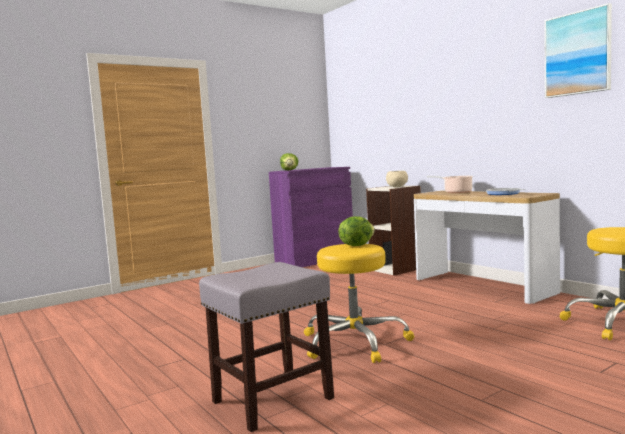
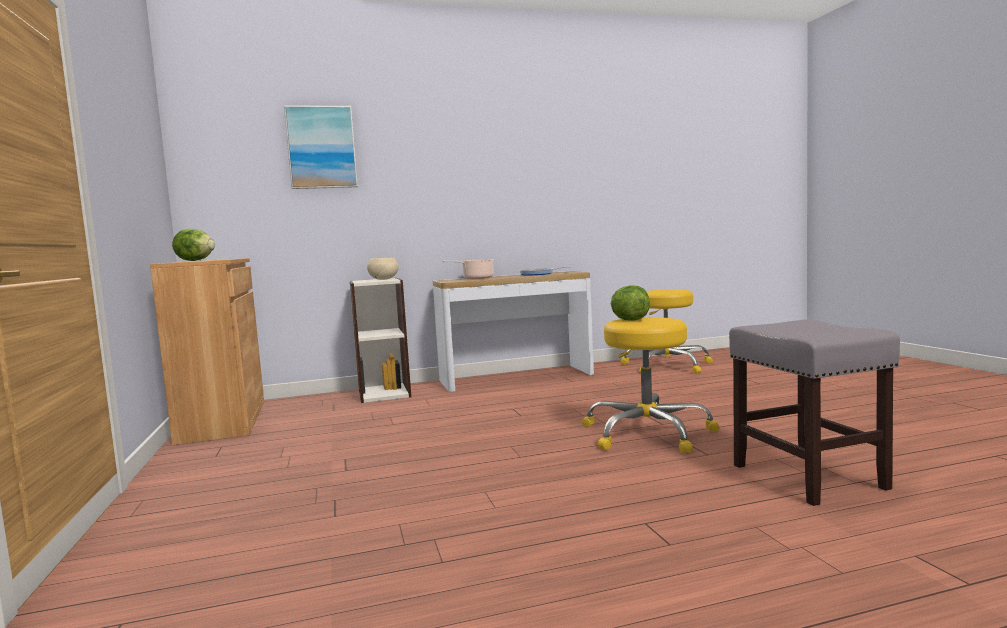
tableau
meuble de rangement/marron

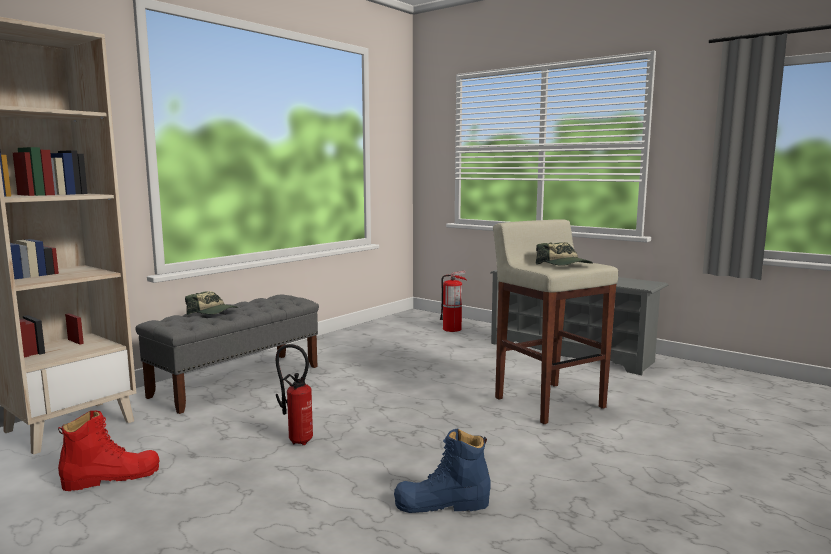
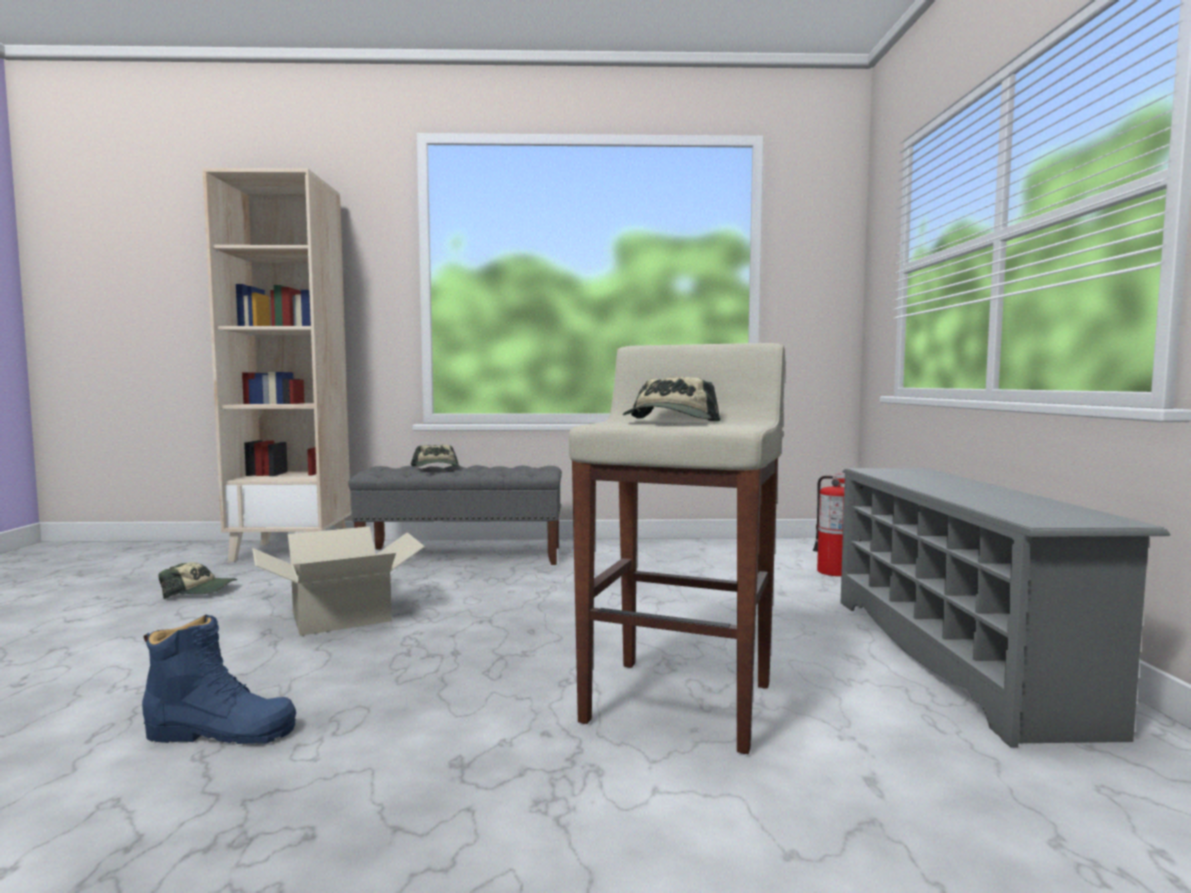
carton
casquette (no. 1 from left)
botte/bleu

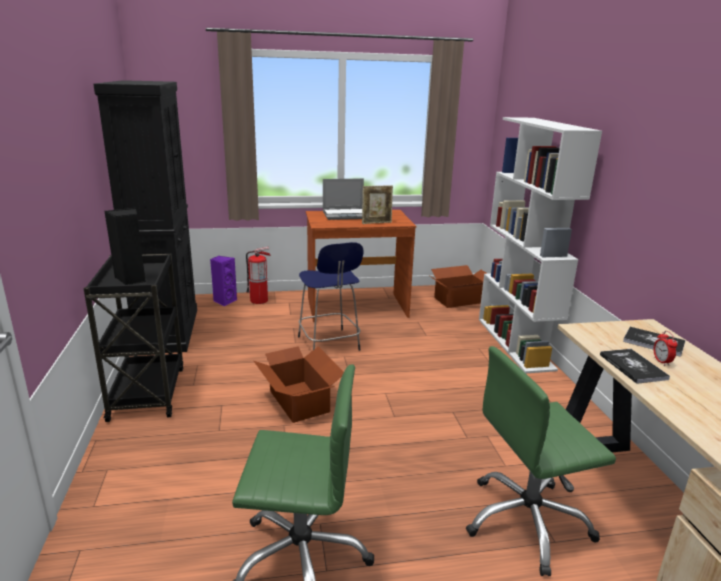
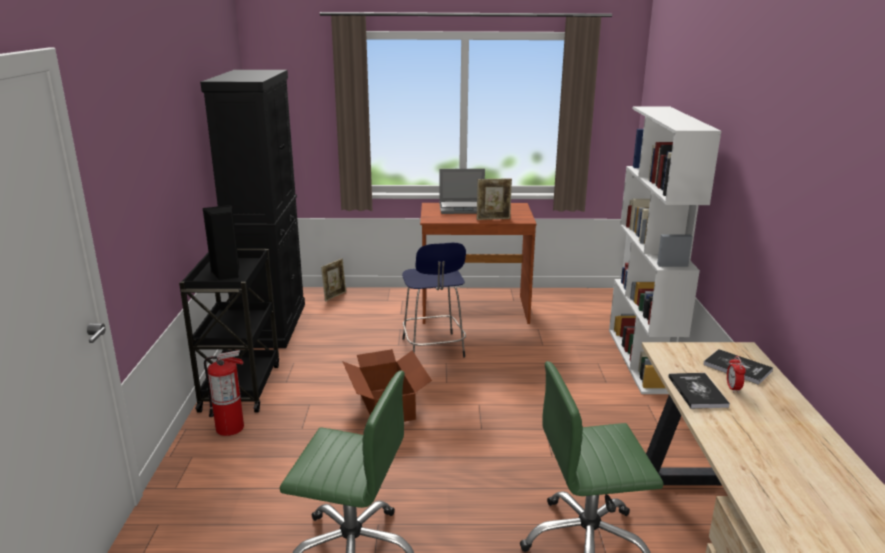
extincteur
cadre photo (no. 1 from left)
carton (no. 2 from left in the first image)

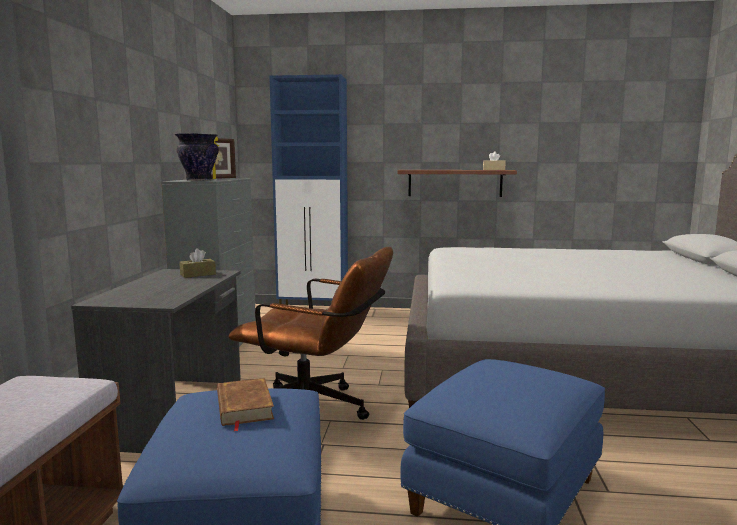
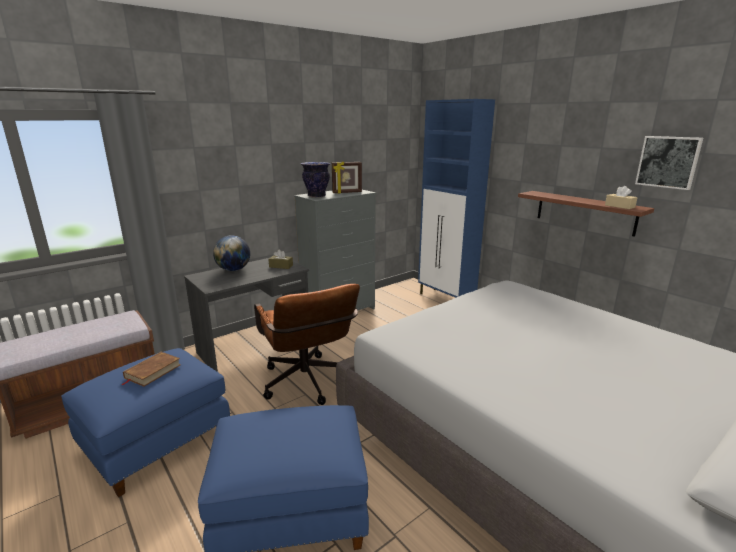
tableau
globe

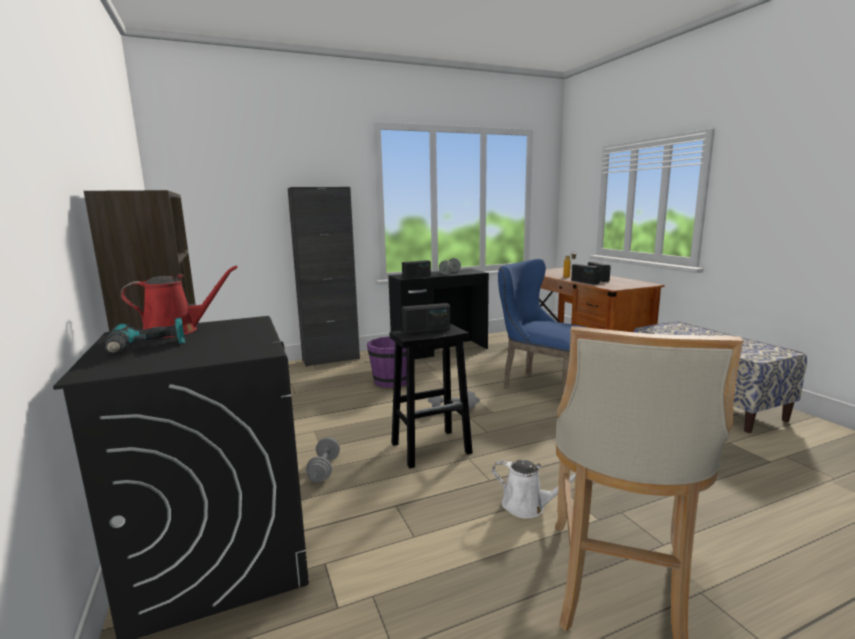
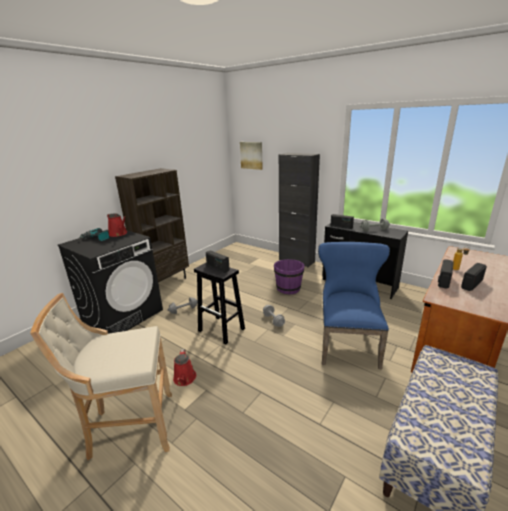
arrosoir/rouge (no. 2 from left)
tableau

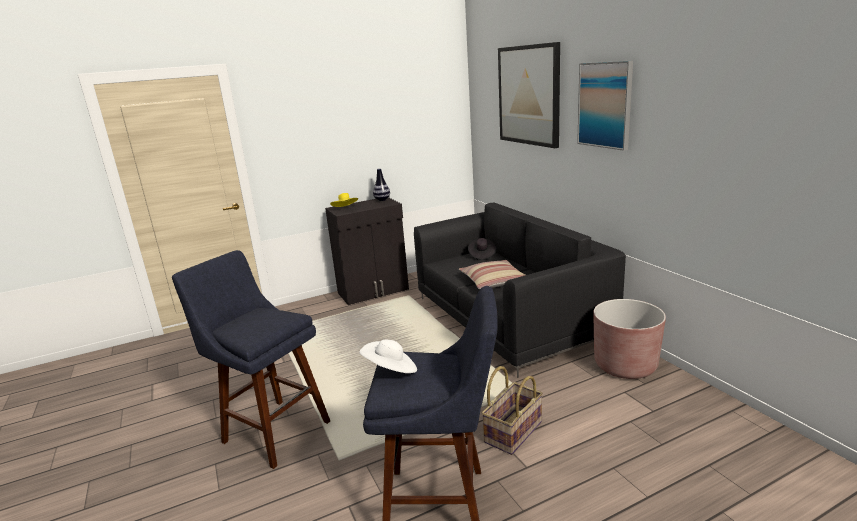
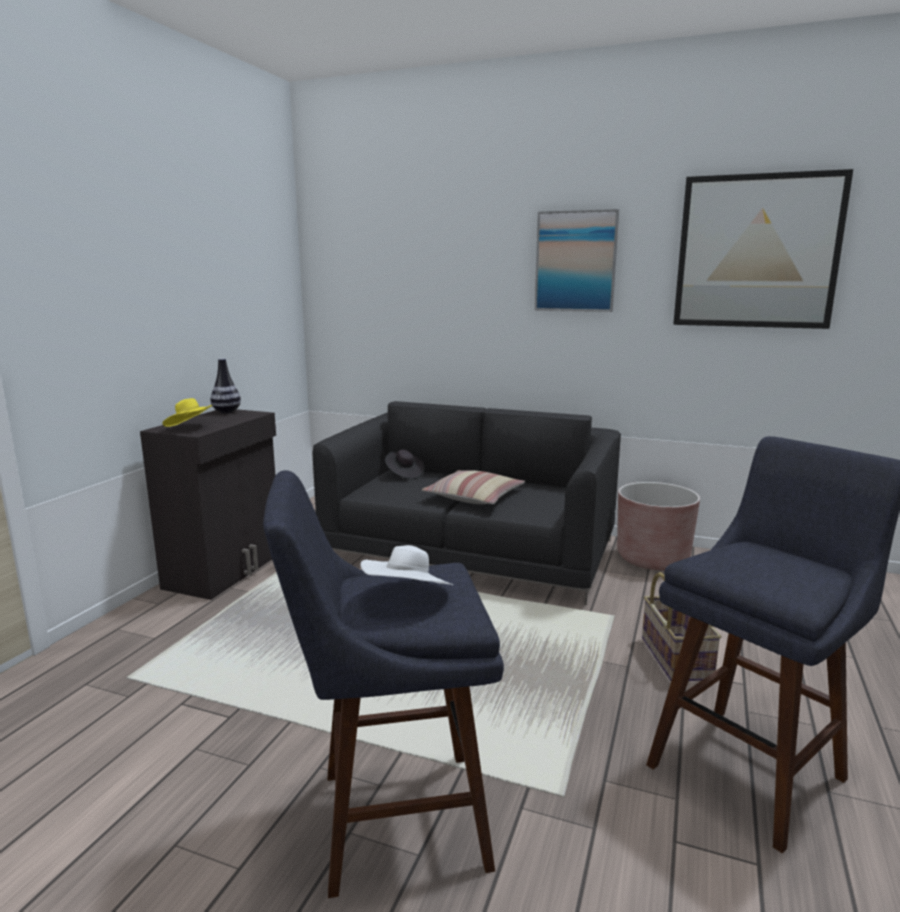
tableau (no. 2 from left)
chapeau/blanc

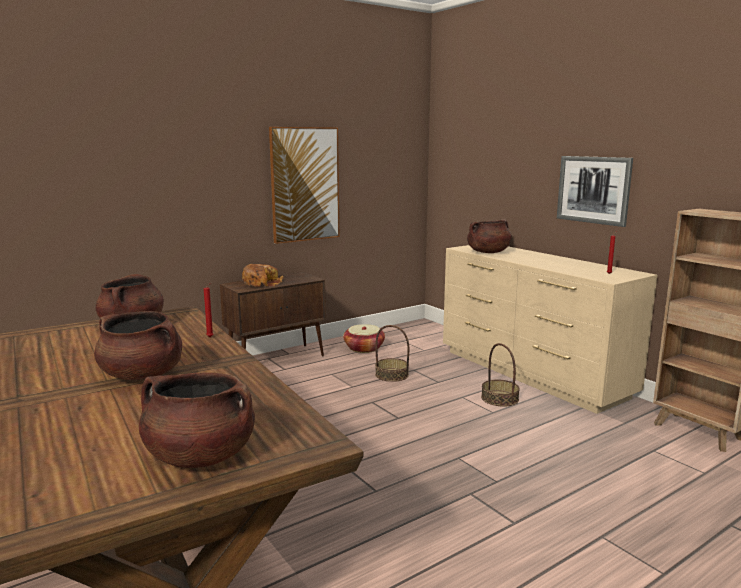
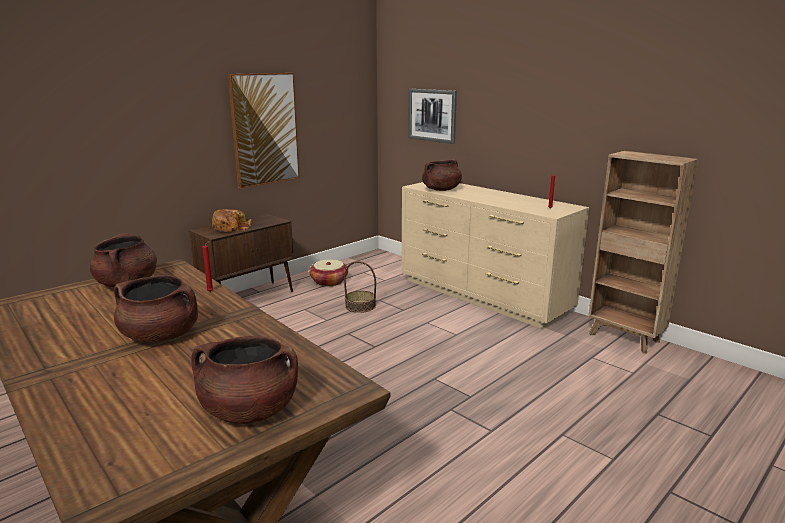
tableau (no. 2 from left)
panier (no. 3 from left in the first image)

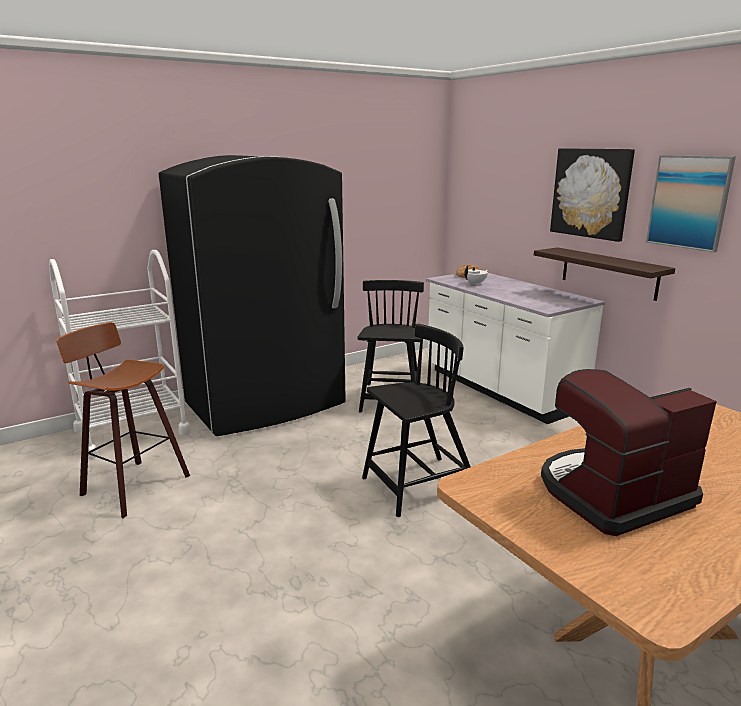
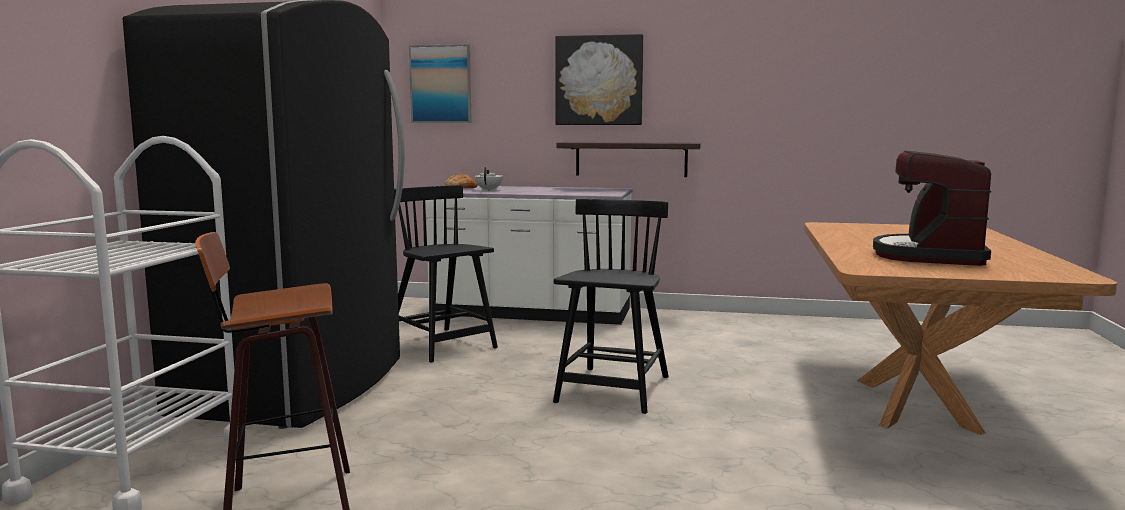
tableau (no. 1 from left)

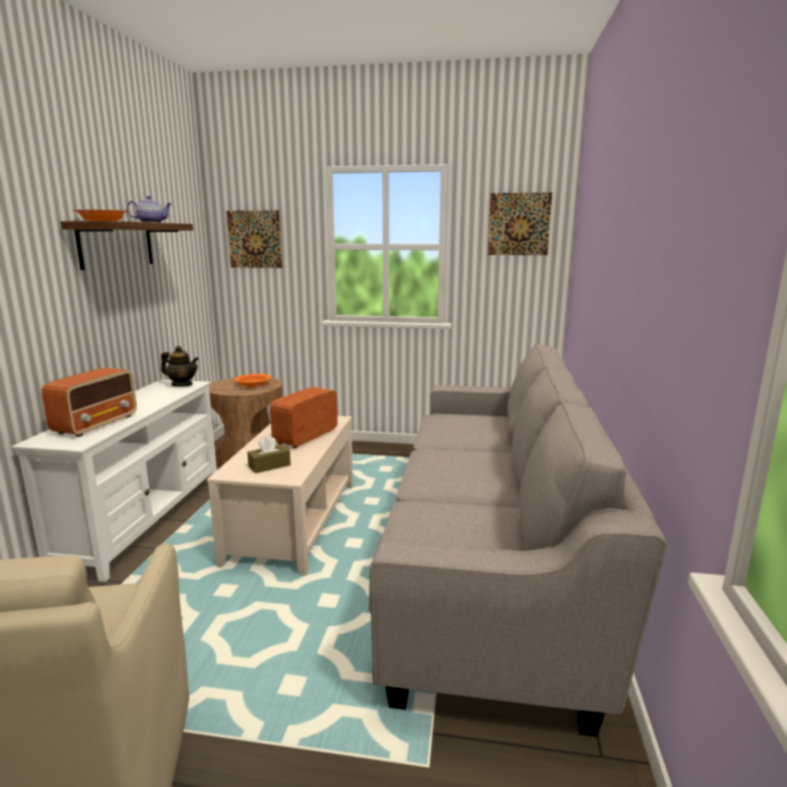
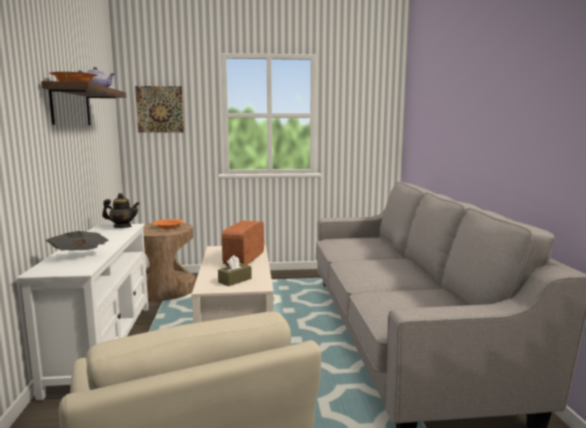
tableau (no. 2 from left in the first image)
journal

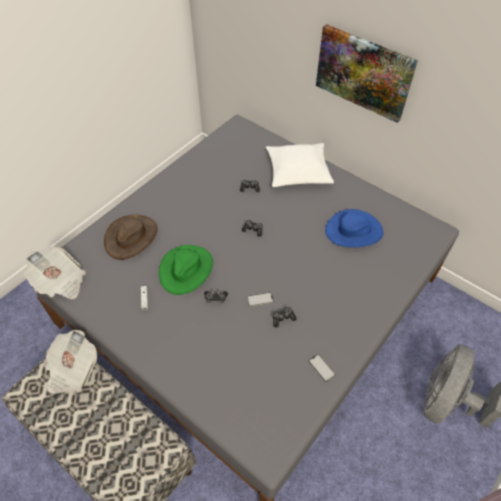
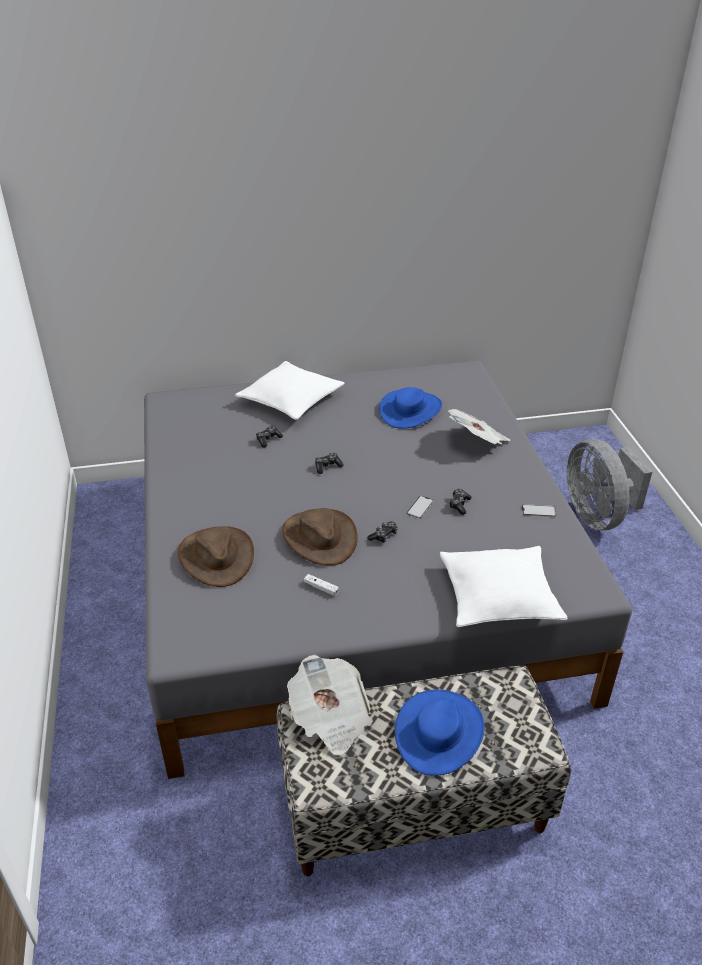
tableau
chapeau/marron (no. 2 from left)
journal (no. 2 from left)
coussin/blanc (no. 2 from left)
chapeau/bleu (no. 2 from left)

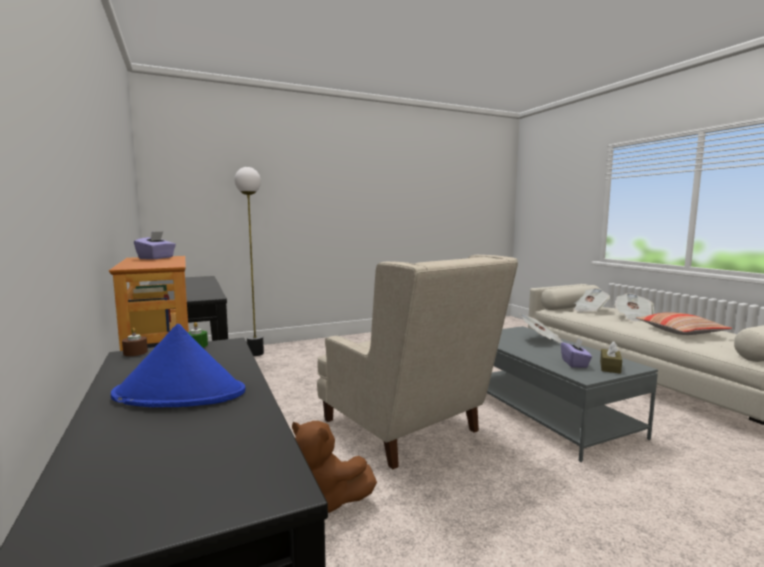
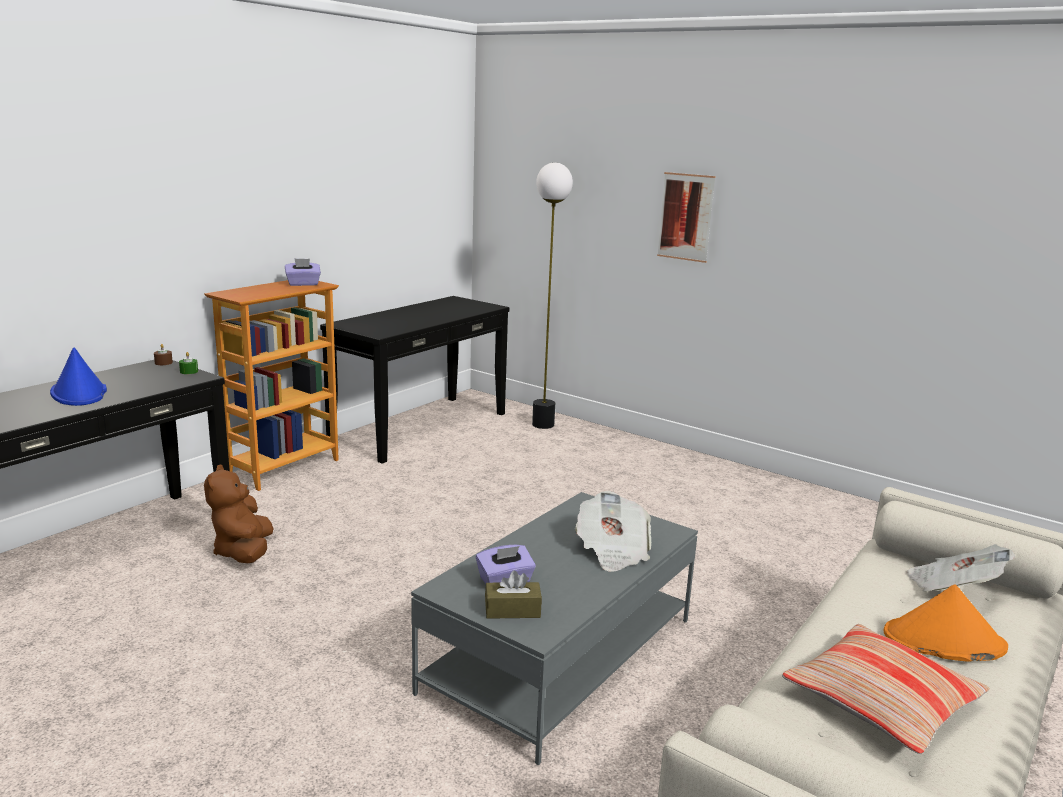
fauteuil/beige
chapeau/orange
tableau

